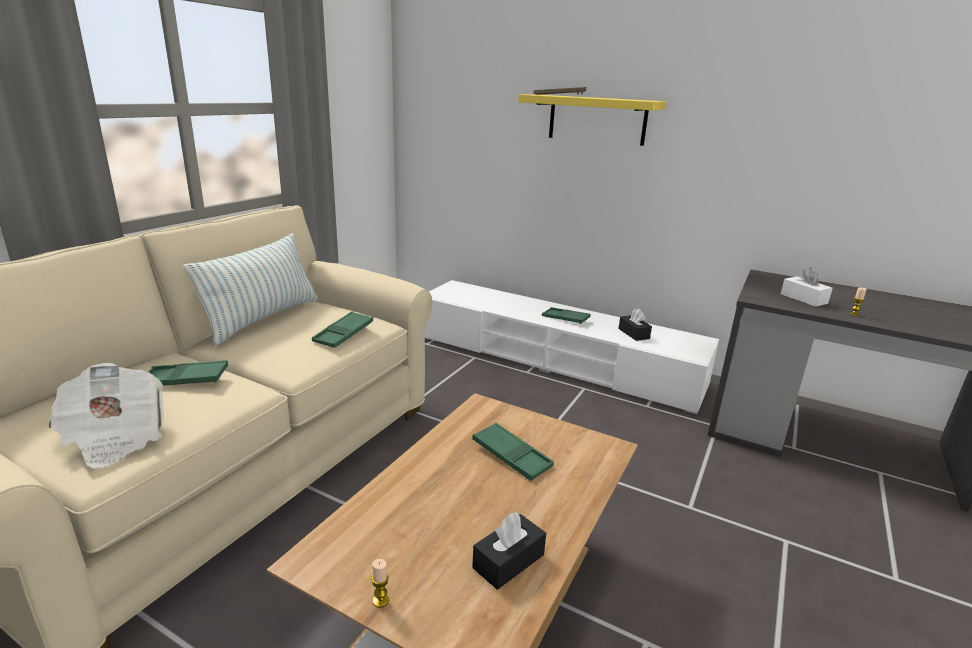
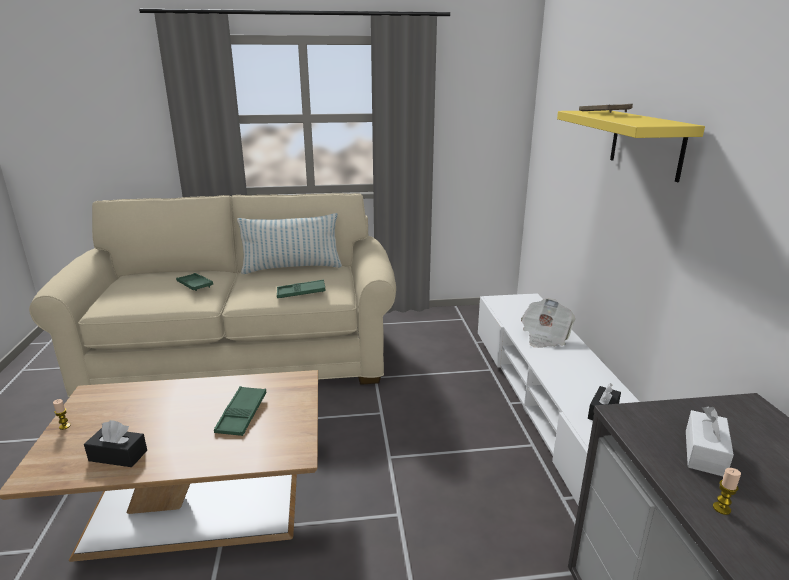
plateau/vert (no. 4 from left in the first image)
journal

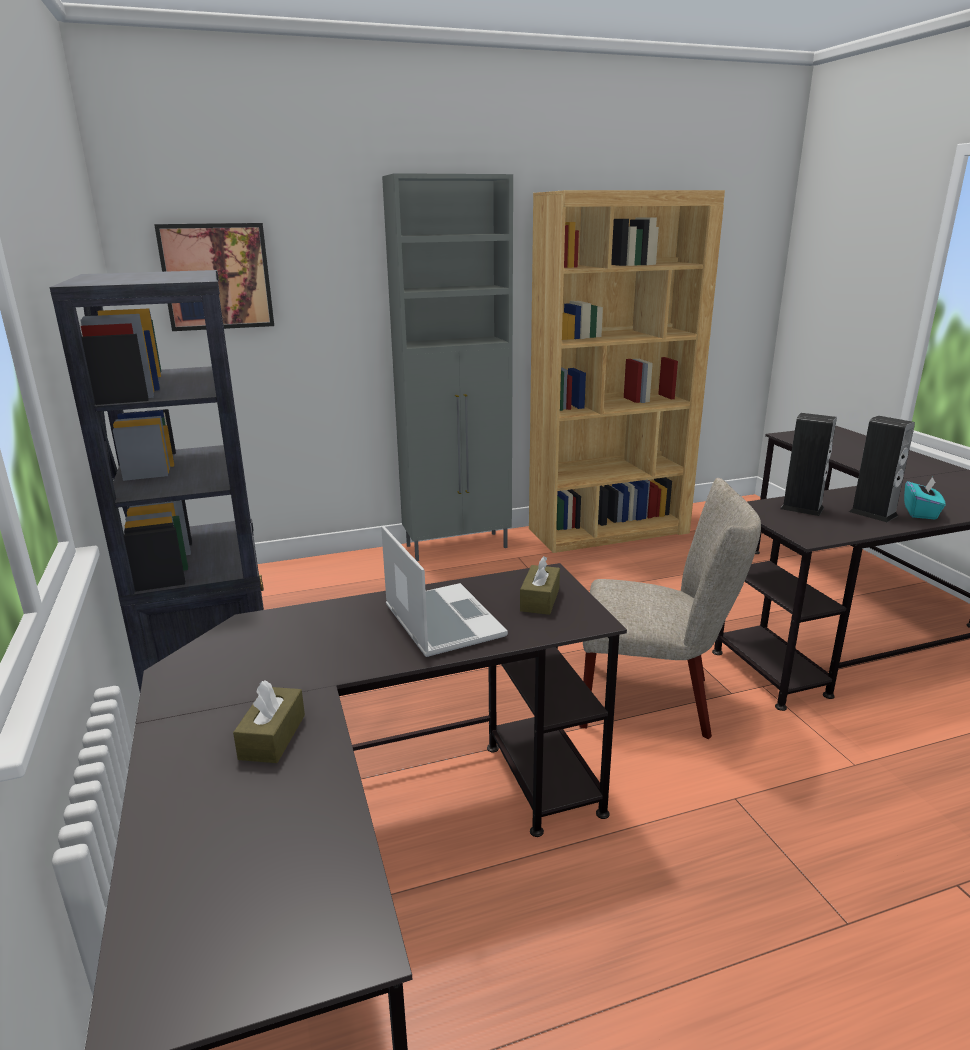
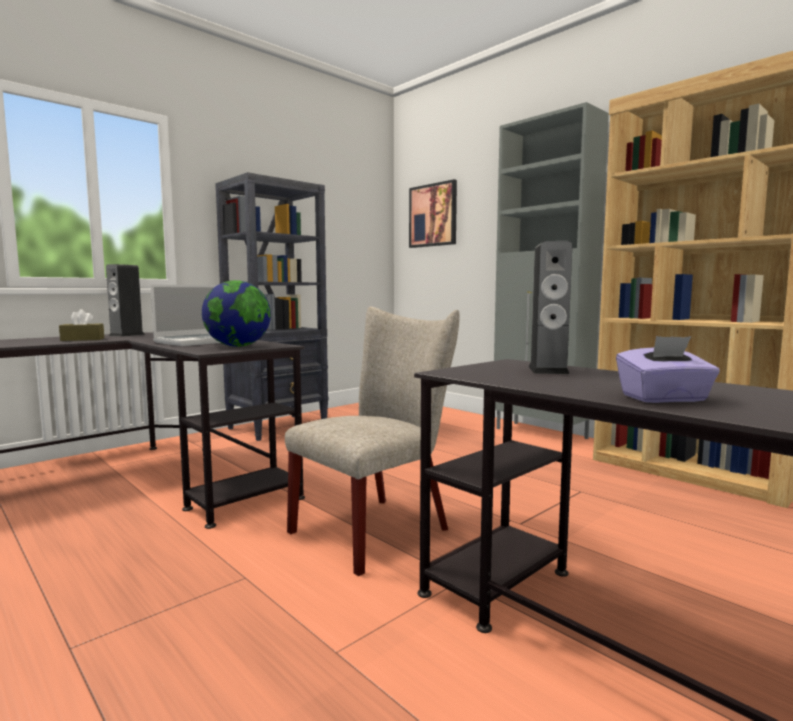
enceinte (no. 1 from left)
boîte à mouchoirs/violet
chaise/beige
globe

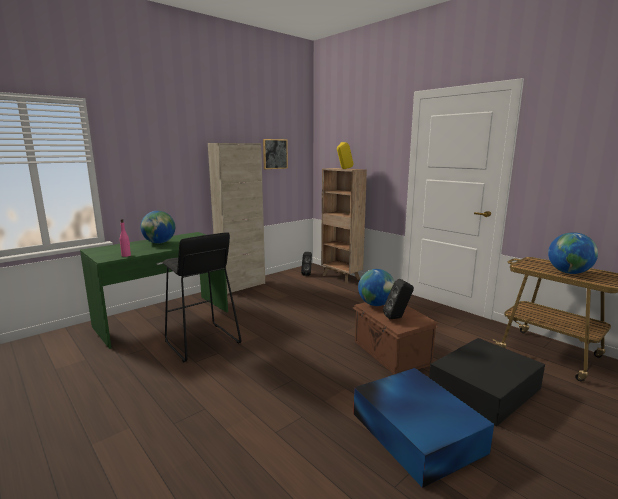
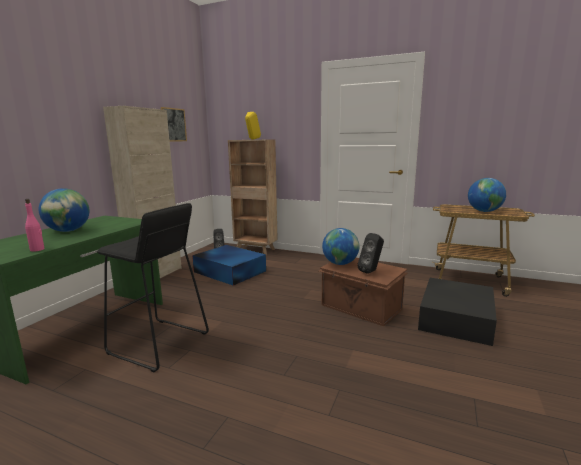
boîte de rangement/bleu

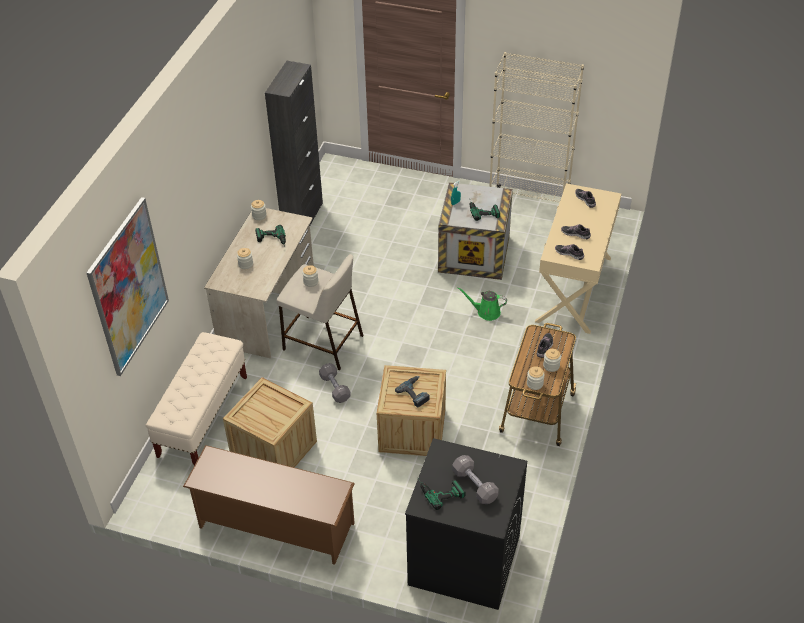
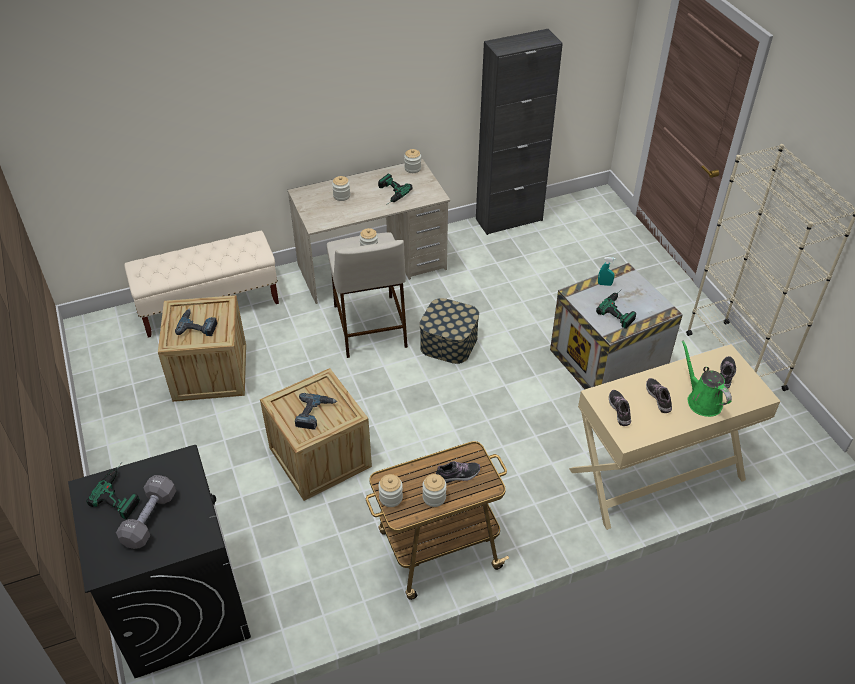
tableau
arrosoir/vert
haltère/gris (no. 1 from left in the first image)
étagère à chaussures/marron
boîte de rangement
perceuse (no. 2 from left)

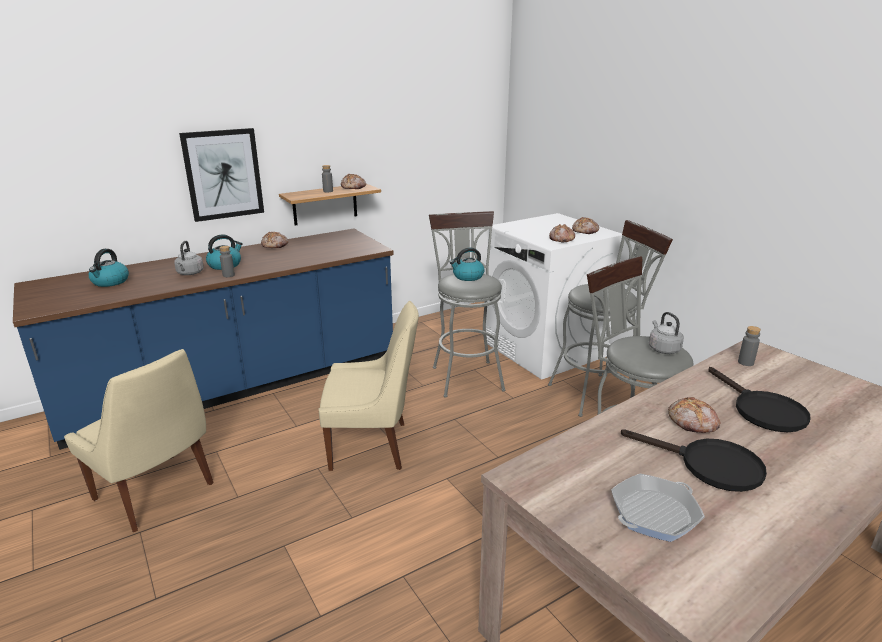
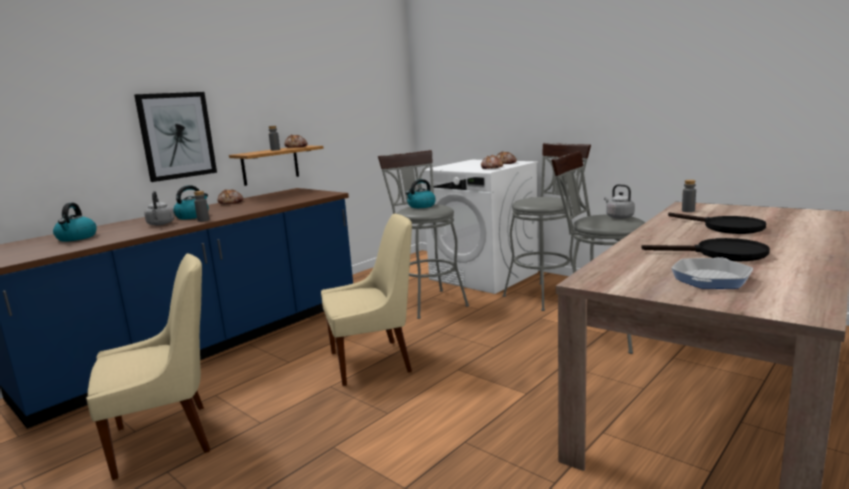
chaise/beige (no. 1 from left)
pain (no. 5 from left in the first image)

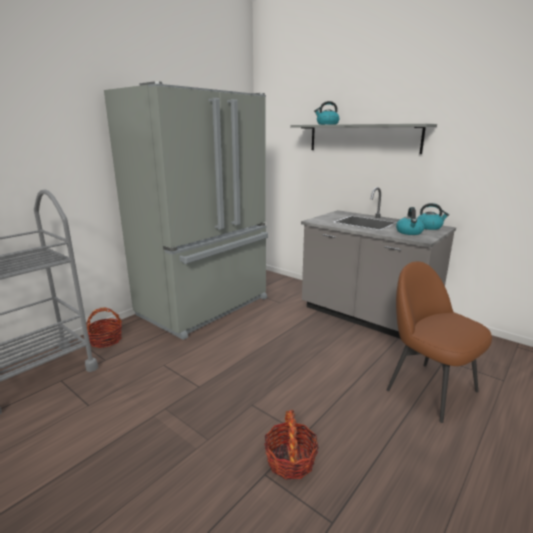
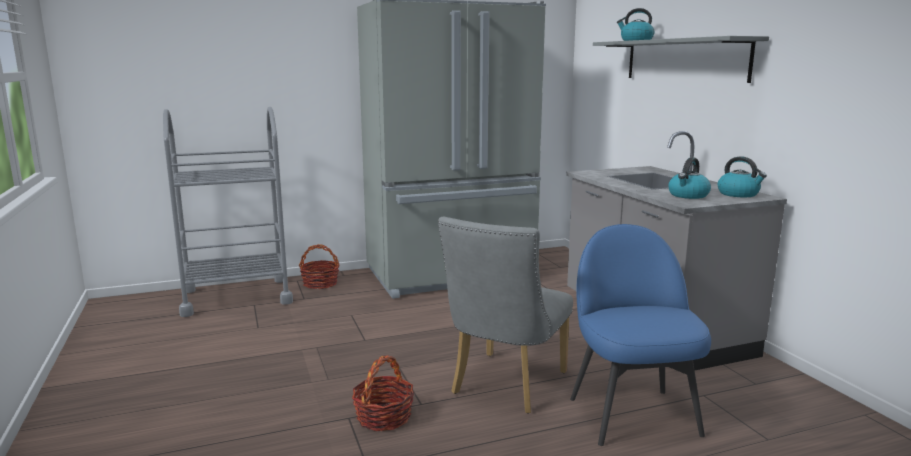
chaise/bleu
chaise/gris

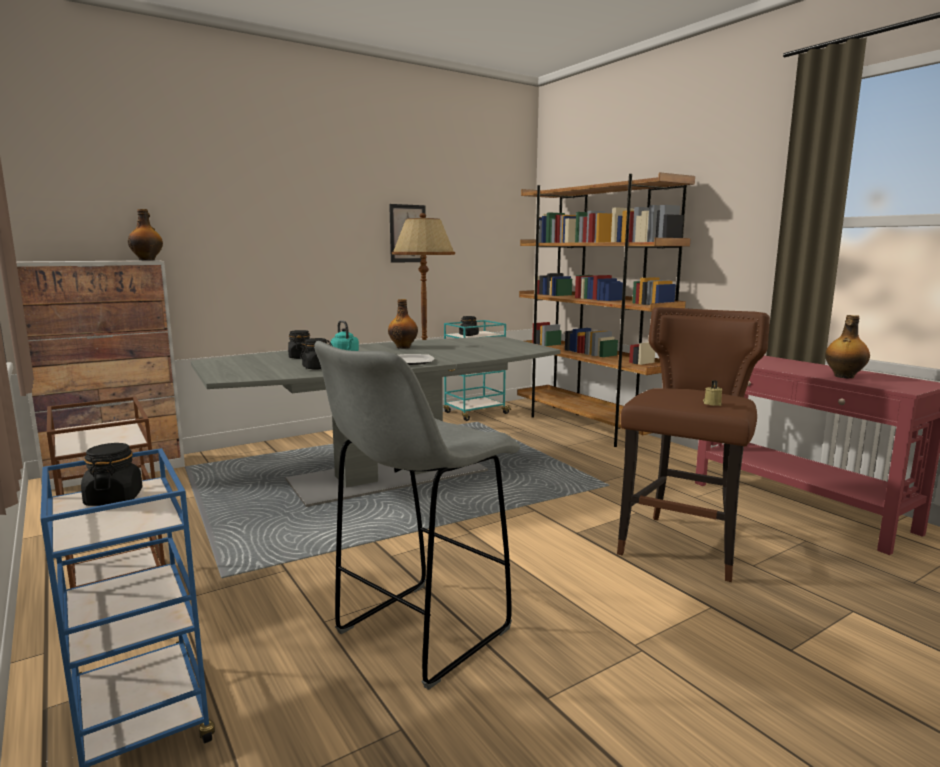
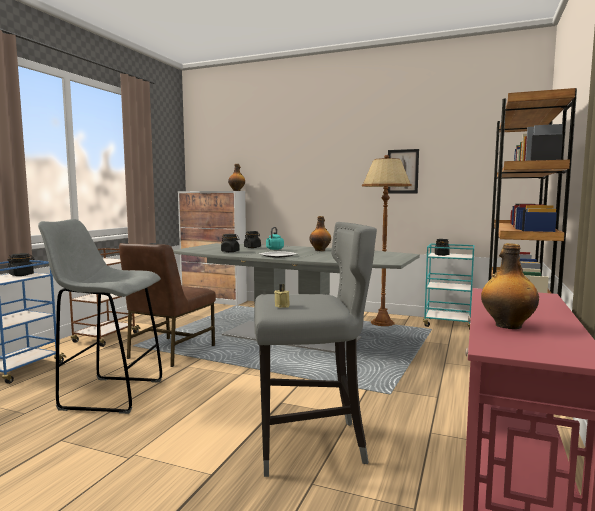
tabouret/gris (no. 2 from left)
chaise/marron

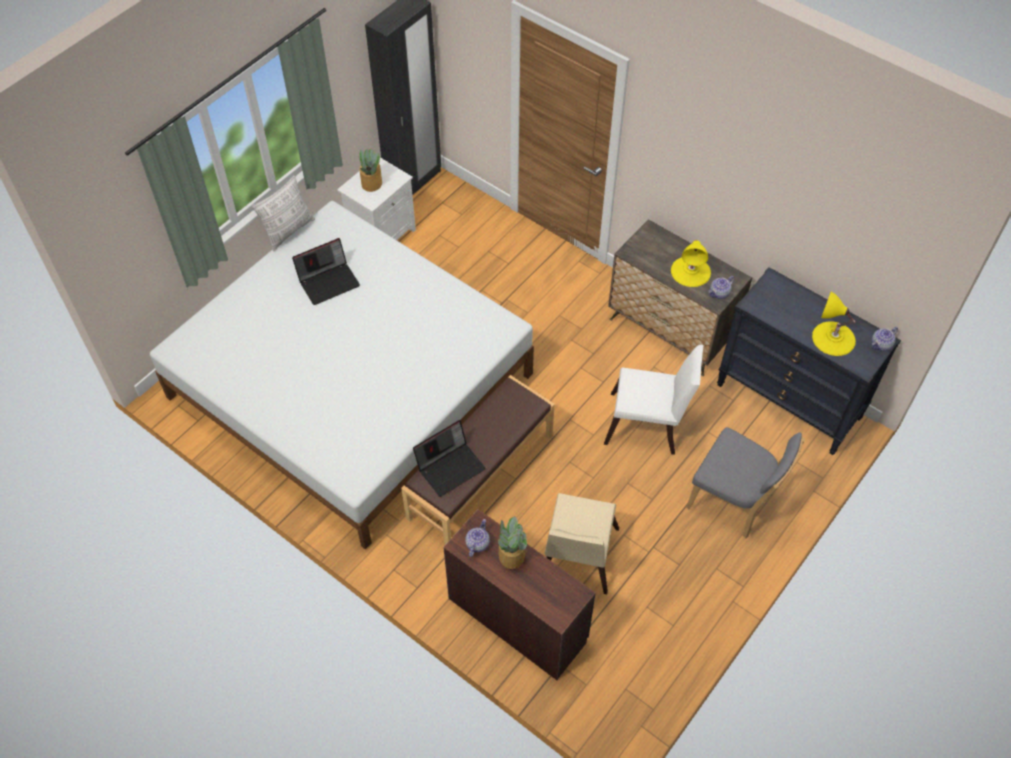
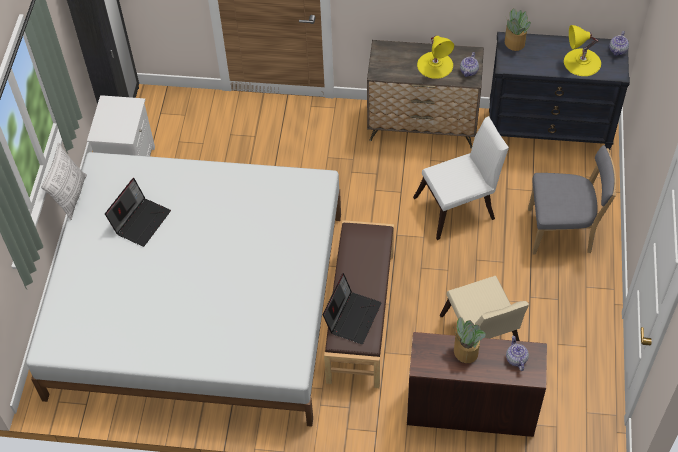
plante en pot (no. 2 from left)
théière (no. 2 from left)

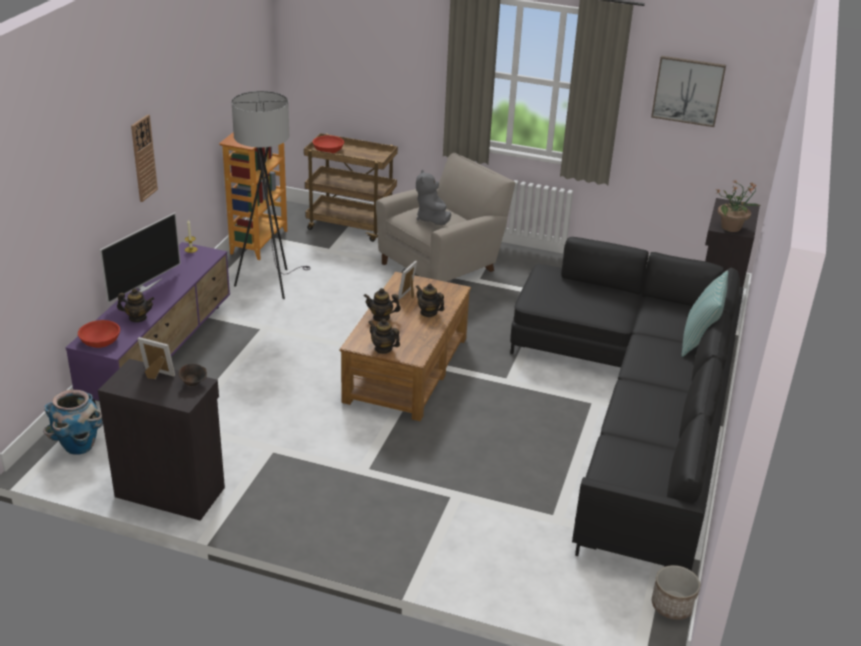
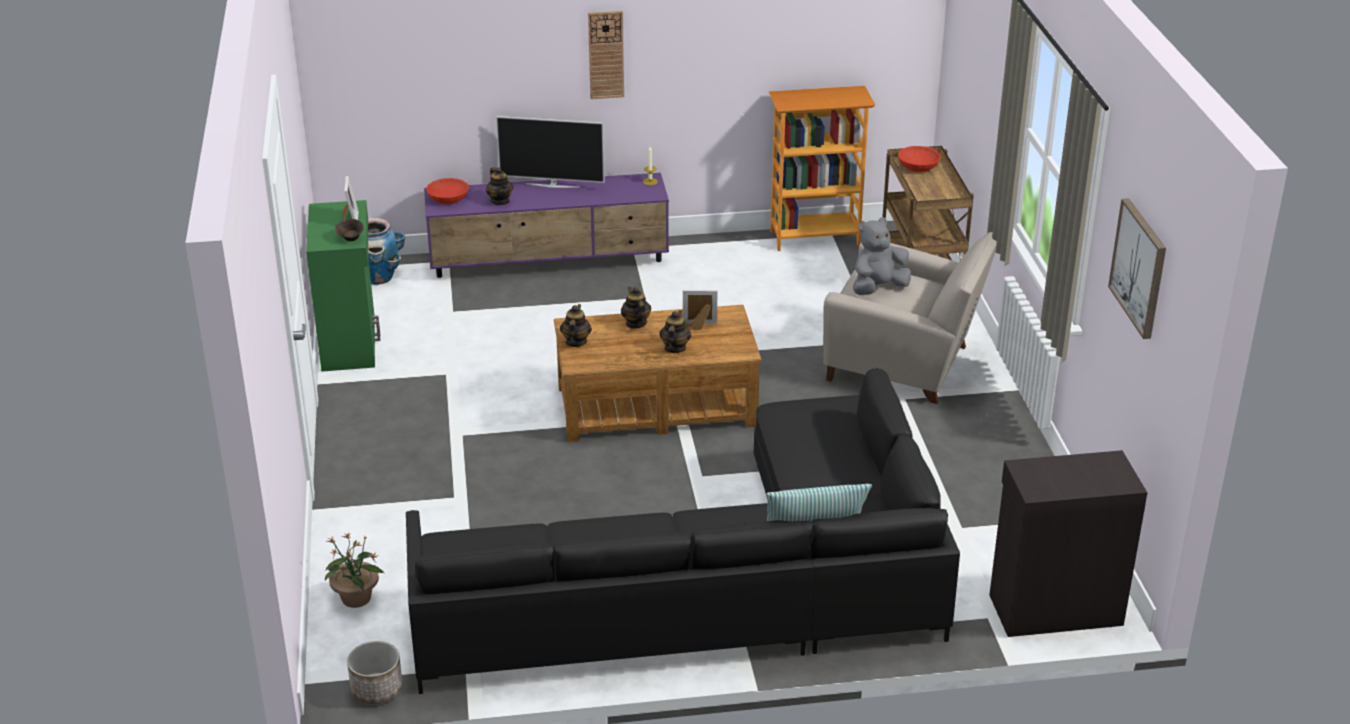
lampadaire/gris
plante en pot
meuble de rangement/vert

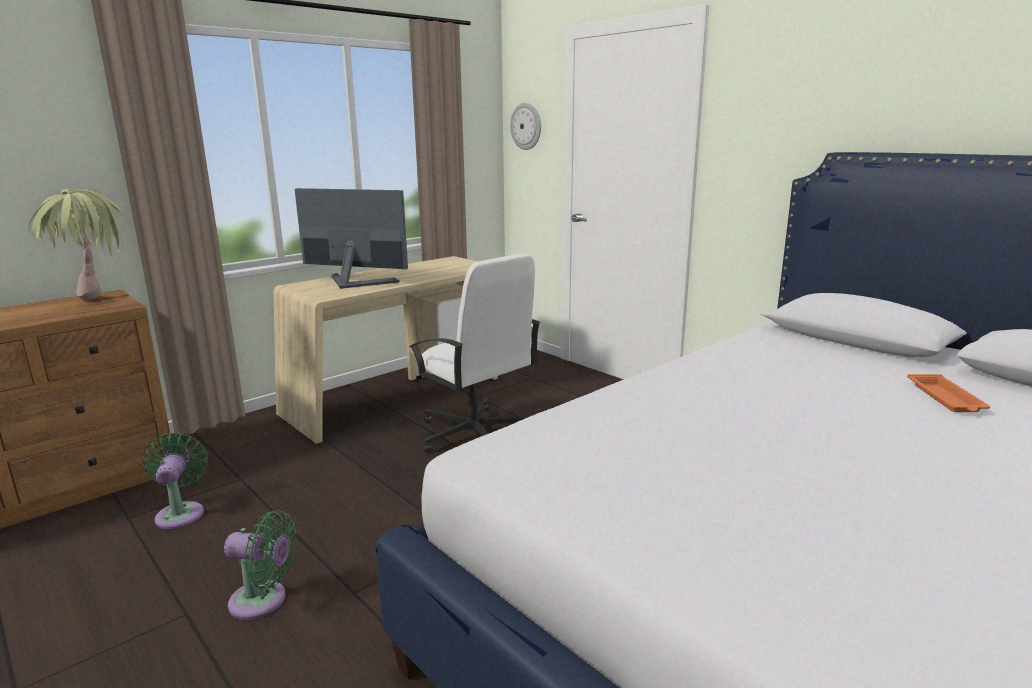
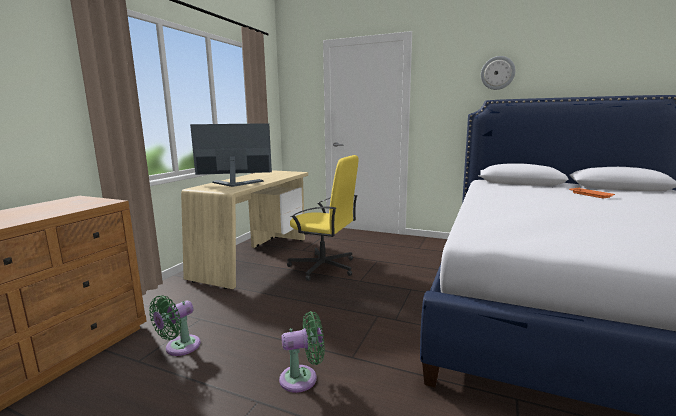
horloge murale
plante en pot
chaise de bureau/jaune
ventilateur/vert (no. 1 from left)

